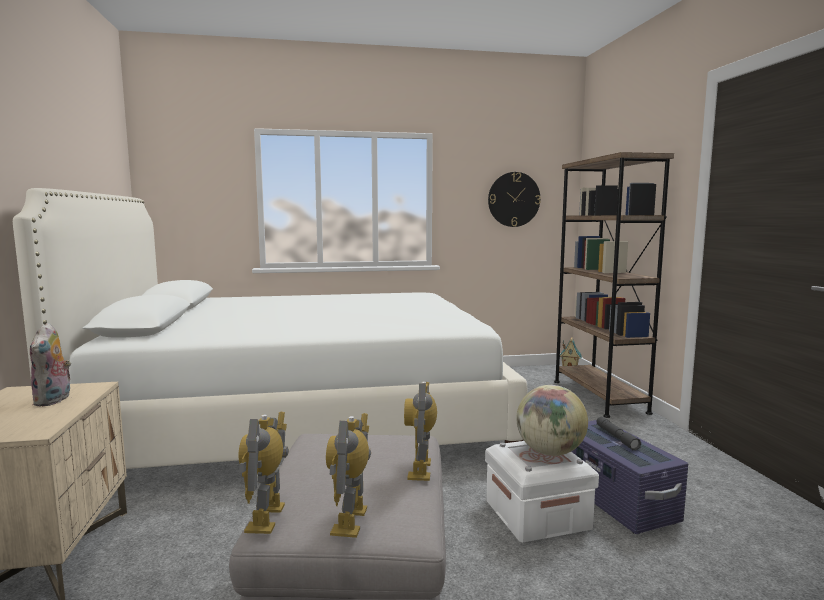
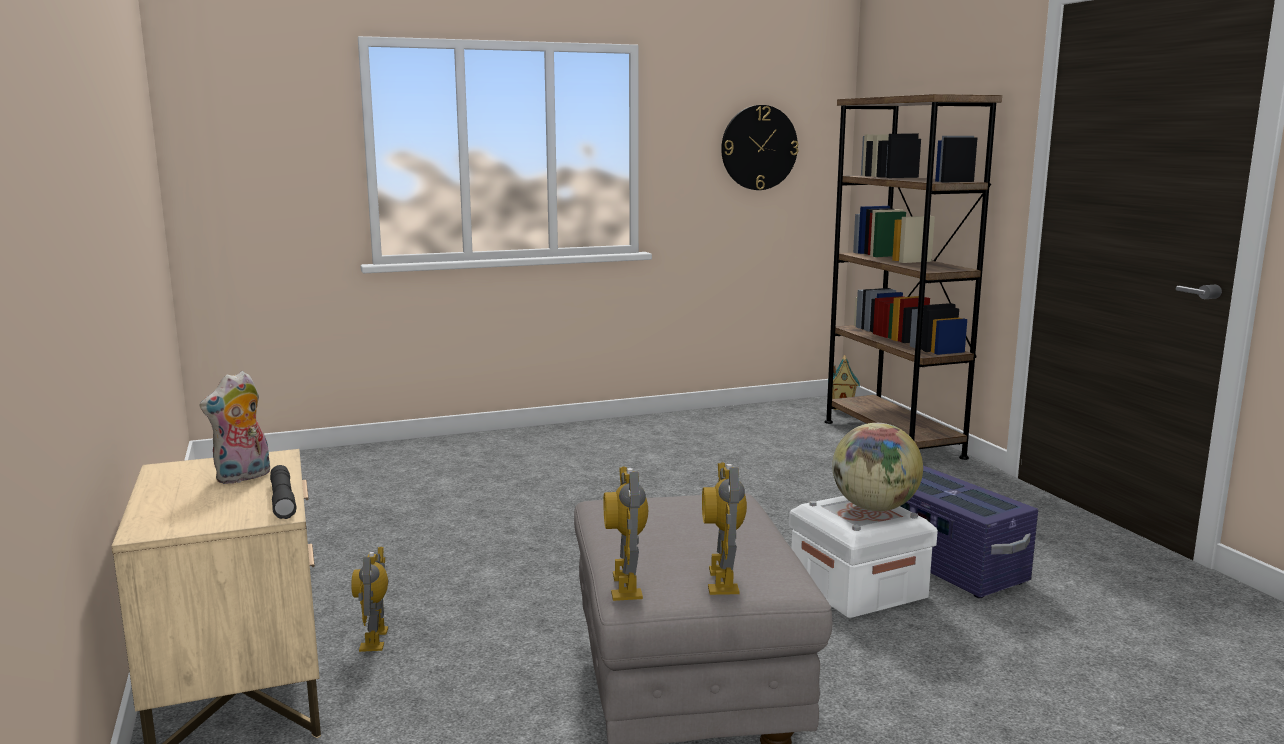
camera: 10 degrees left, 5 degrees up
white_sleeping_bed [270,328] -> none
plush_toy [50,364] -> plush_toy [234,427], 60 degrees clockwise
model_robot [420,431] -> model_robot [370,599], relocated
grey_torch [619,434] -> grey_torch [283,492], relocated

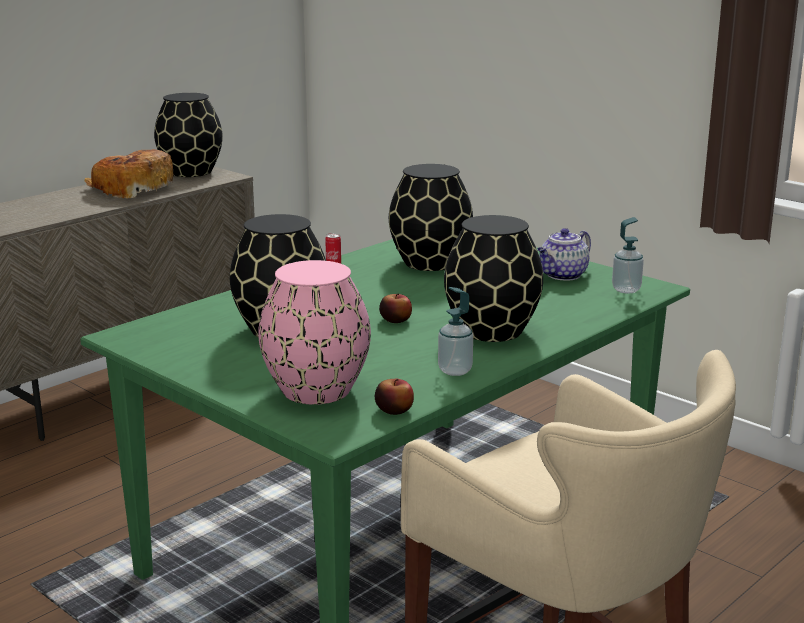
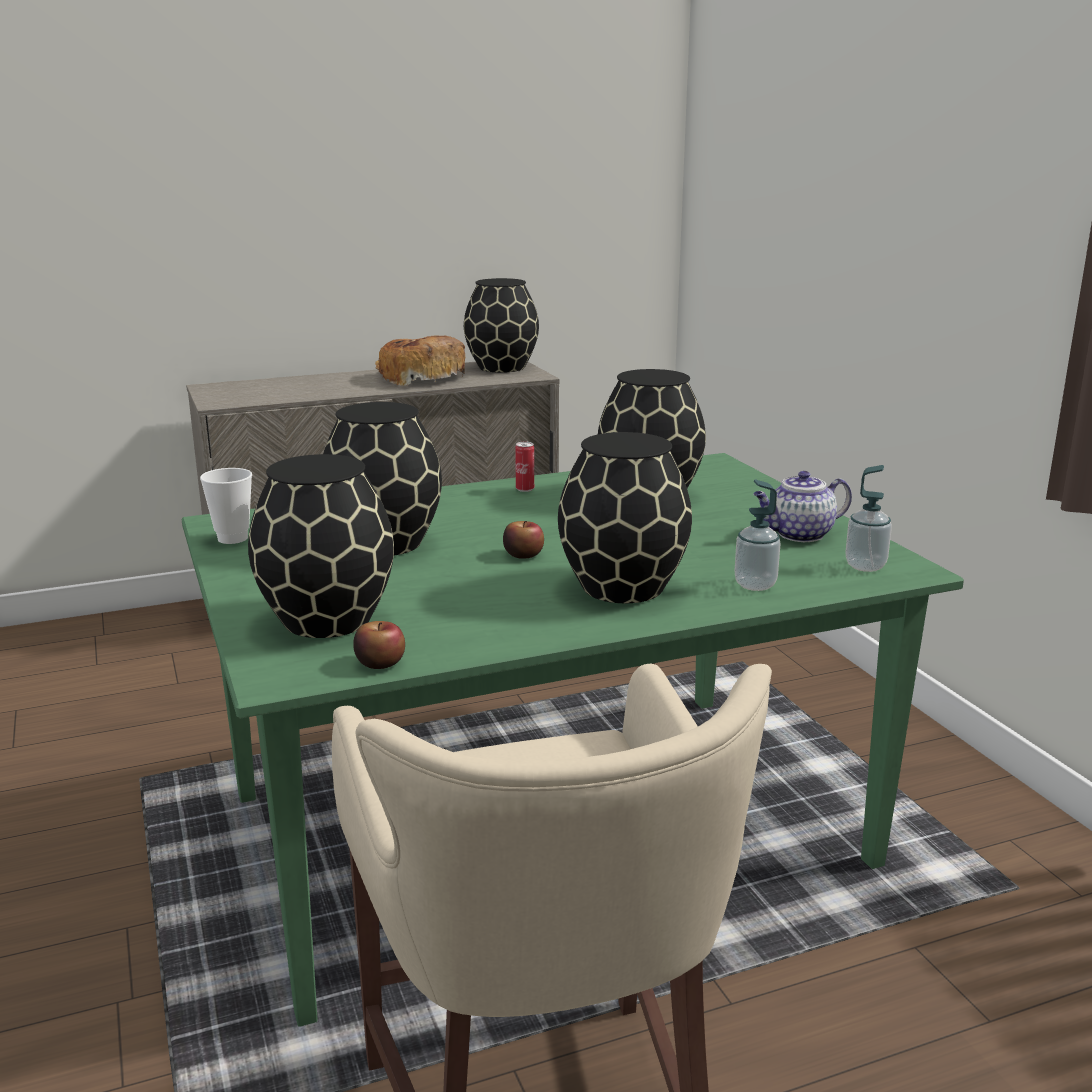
camera: 25 degrees right, 0 degrees up
pink-coloured_decorative_vase [314,332] -> black-coloured_decorative_vase [321,546]
soap_dispenser [455,331] -> soap_dispenser [758,535], relocated
none -> small_cup [226,506]

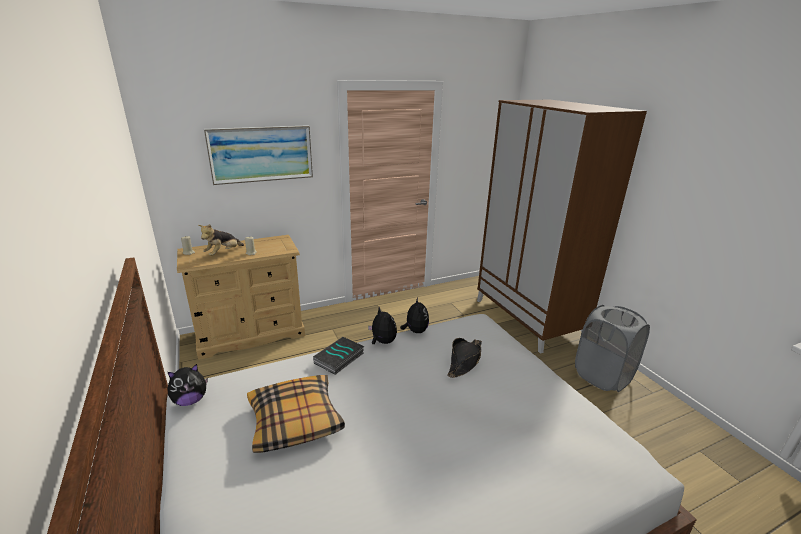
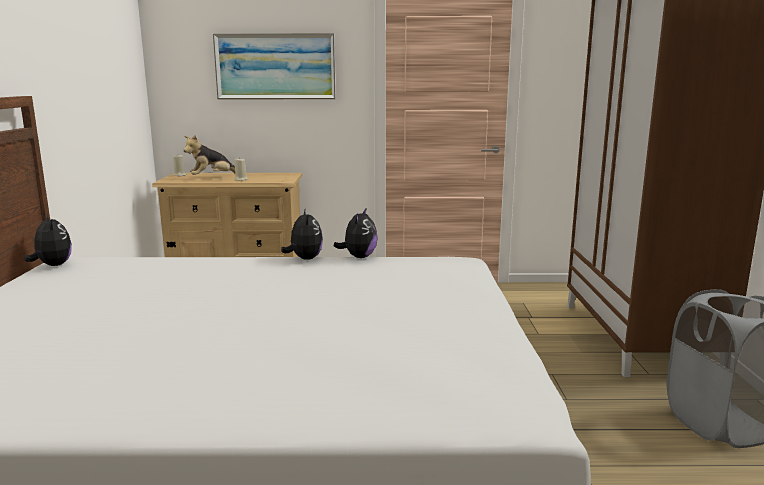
camera: 25 degrees right, 10 degrees down
plush_toy [188,385] -> plush_toy [48,240], 120 degrees counterclockwise
pillow [296,414] -> none
bound_book [338,356] -> none
black-coloured_hat [464,358] -> none

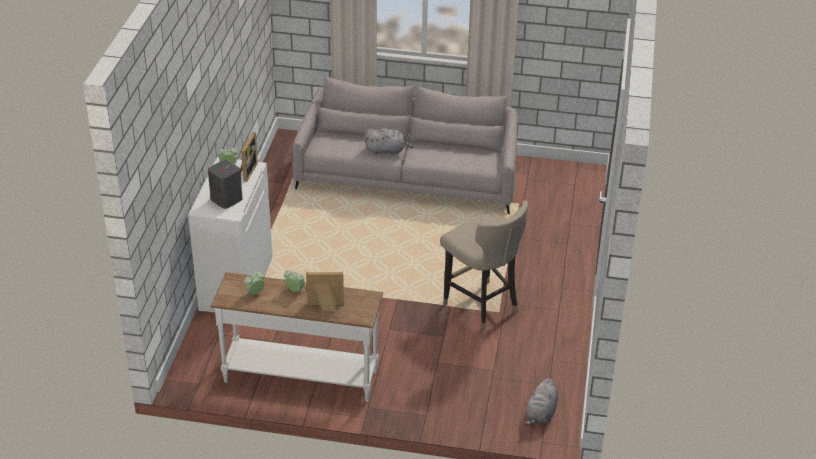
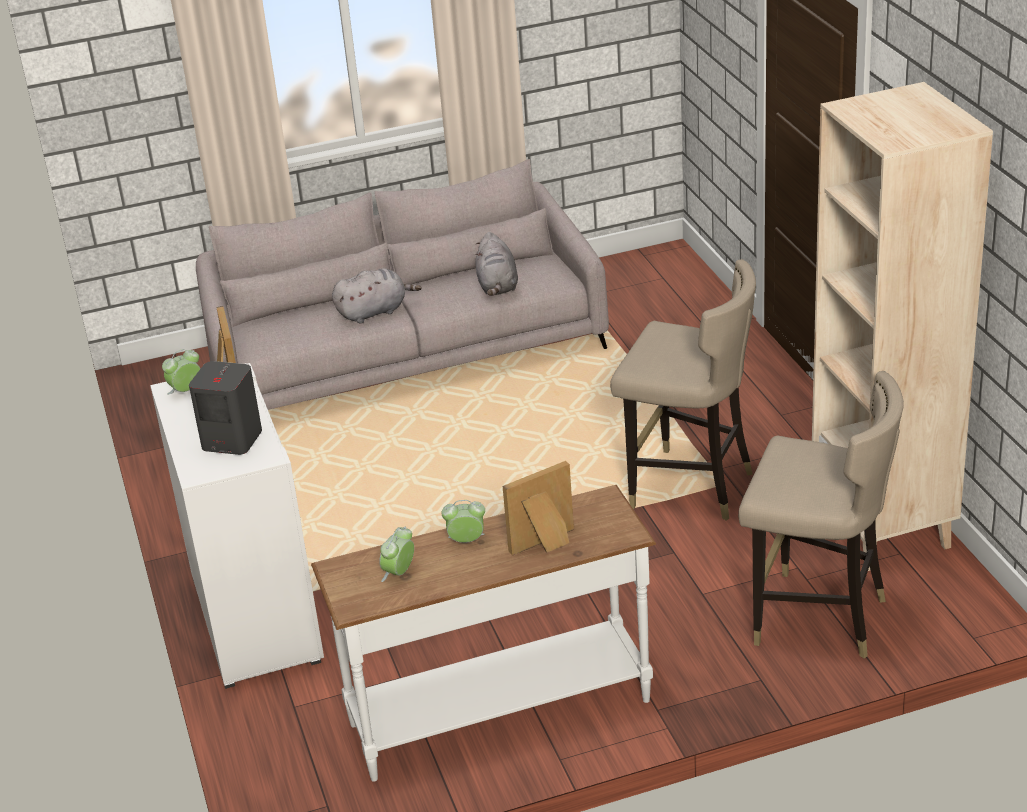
camera: 25 degrees left, 5 degrees down
grey_plush_toy [541,402] -> grey_plush_toy [496,264], relocated
none -> sand-coloured_stool [821,515]
none -> sand-coloured_shelving_unit [902,326]

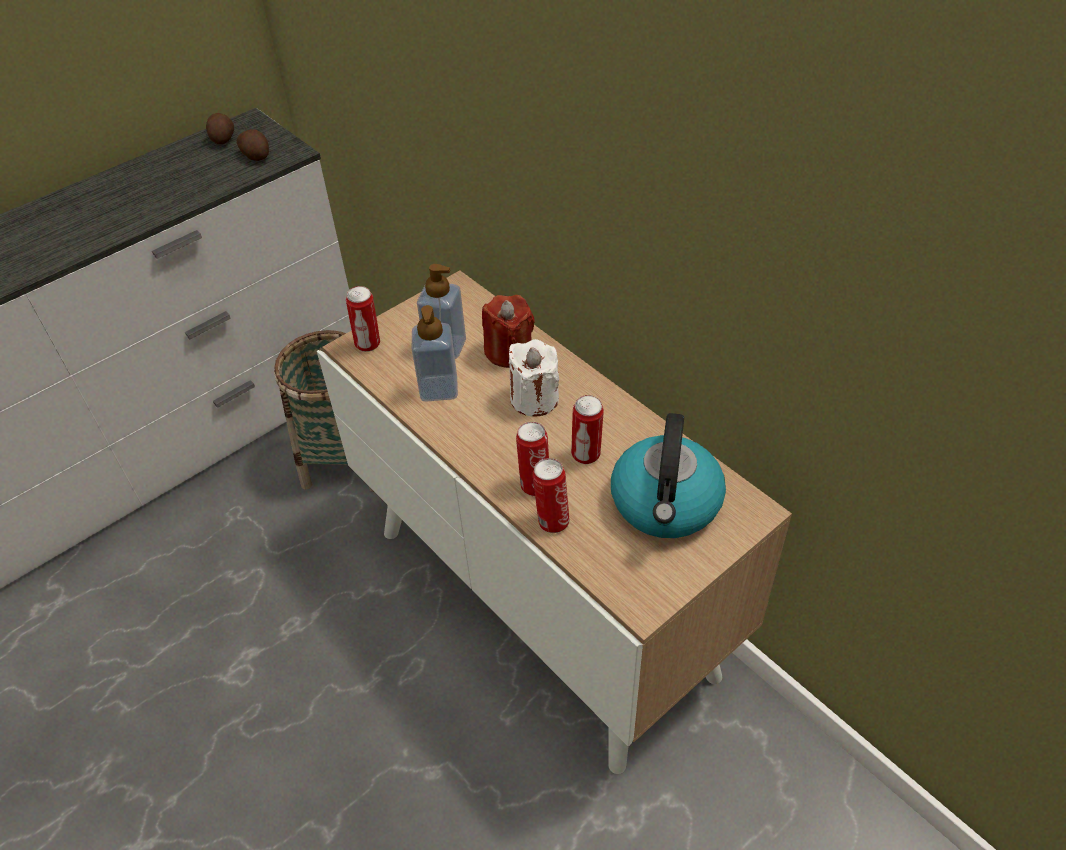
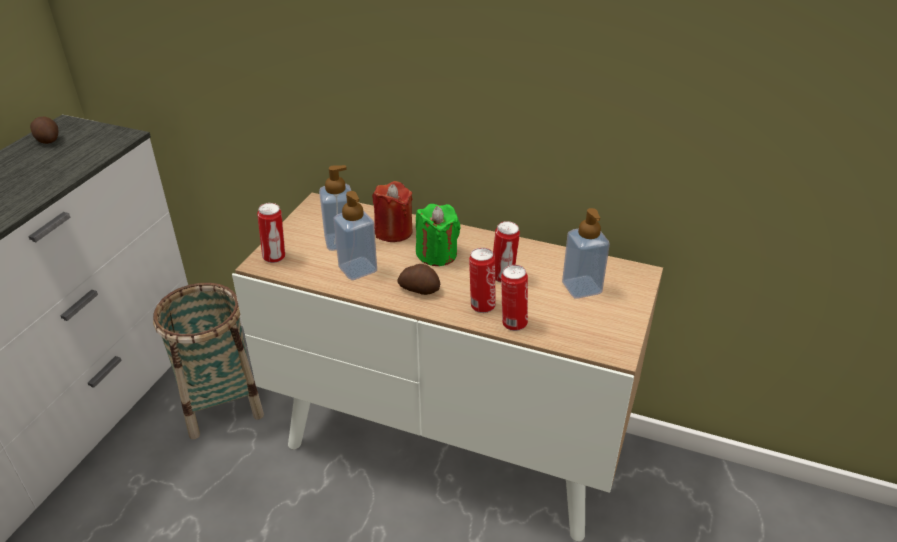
camera: 30 degrees left, 10 degrees down
spud [253,145] -> spud [419,279], relocated
white_wax_light [534,378] -> green_wax_light [438,235]
water_kettle [668,475] -> soap_dispenser [586,253]

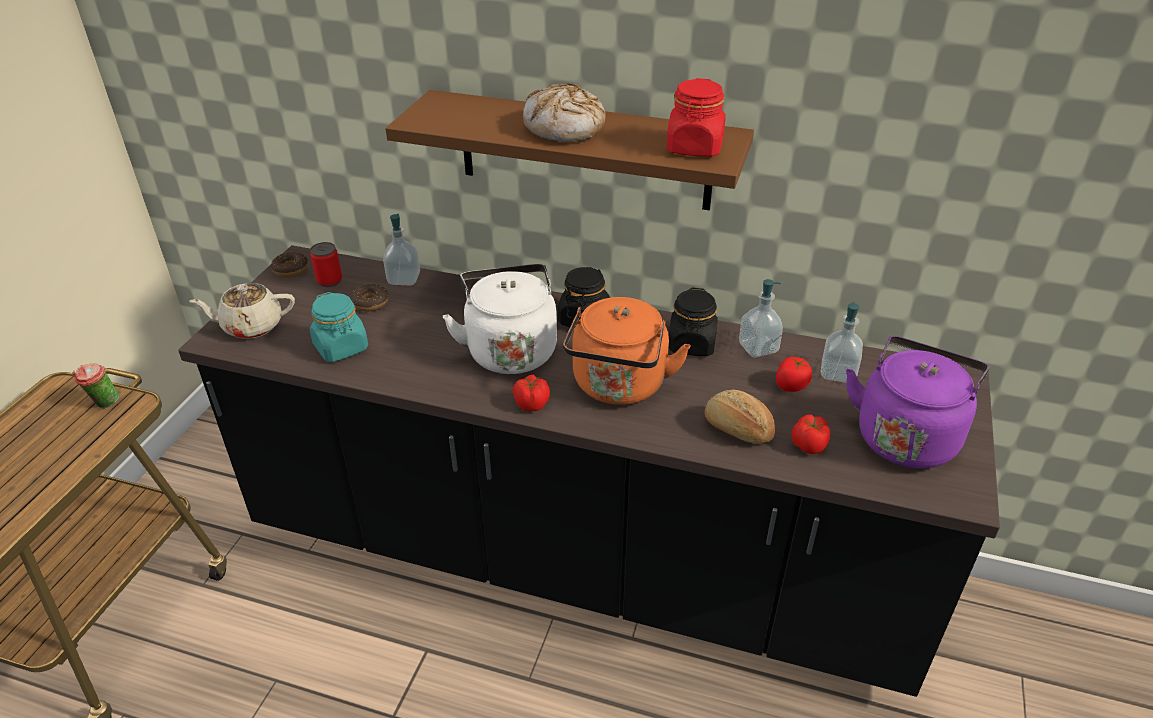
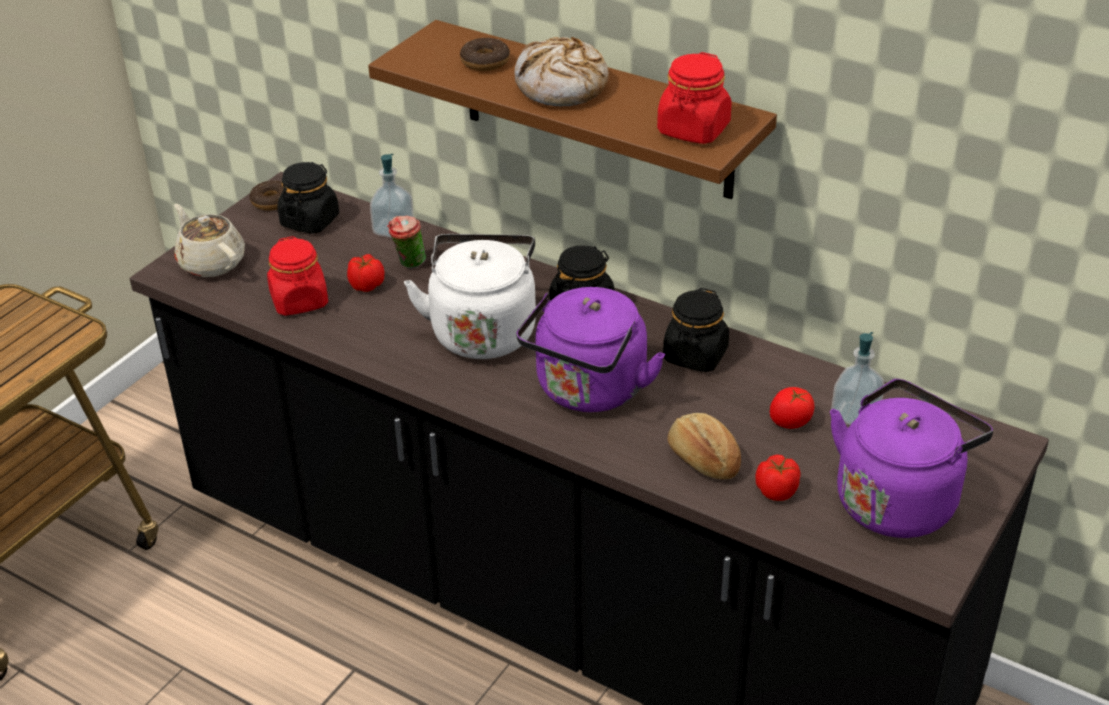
camera: 15 degrees right, 0 degrees up
small_cup [95,386] -> small_cup [406,242], relocated
sand-coloured_tea_pot [242,311] -> sand-coloured_tea_pot [209,240], 45 degrees clockwise
sealed_can [326,264] -> black-coloured_preserve_jar [308,198]
blue-green_preserve_jar [339,327] -> red-coloured_preserve_jar [297,276]
donut [369,297] -> donut [485,54], relocated
whole_tomato [531,392] -> whole_tomato [365,273], relocated
orange-coloured_water_kettle [627,351] -> purplish_water_kettle [590,349]
soap_dispenser [761,318] -> none

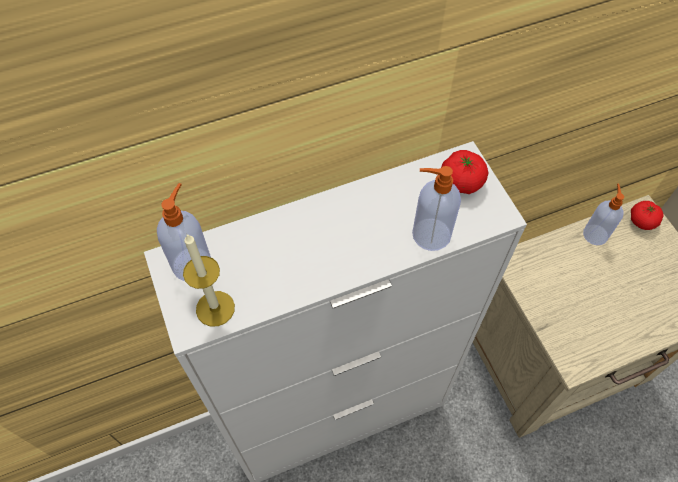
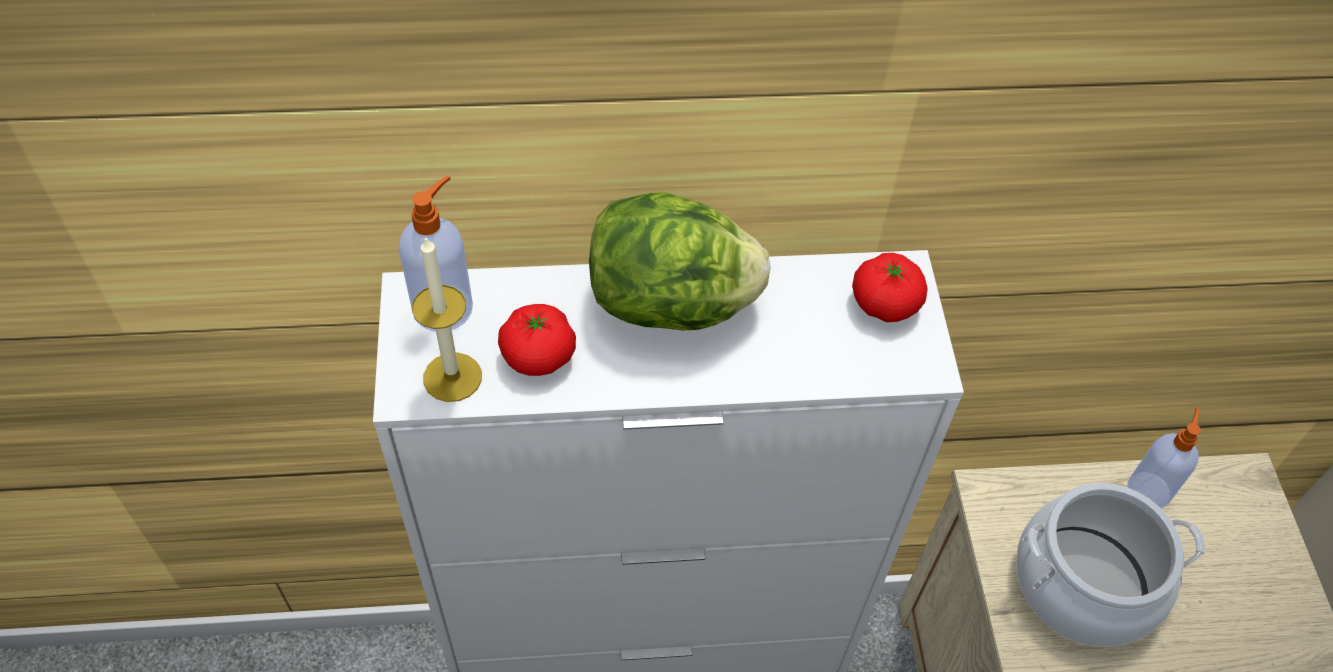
camera: 15 degrees right, 5 degrees down
soap_dispenser [436,208] -> none
whole_tomato [647,215] -> whole_tomato [537,340], relocated
none -> head_of_lettuce [679,261]
none -> cooking_pot [1110,565]

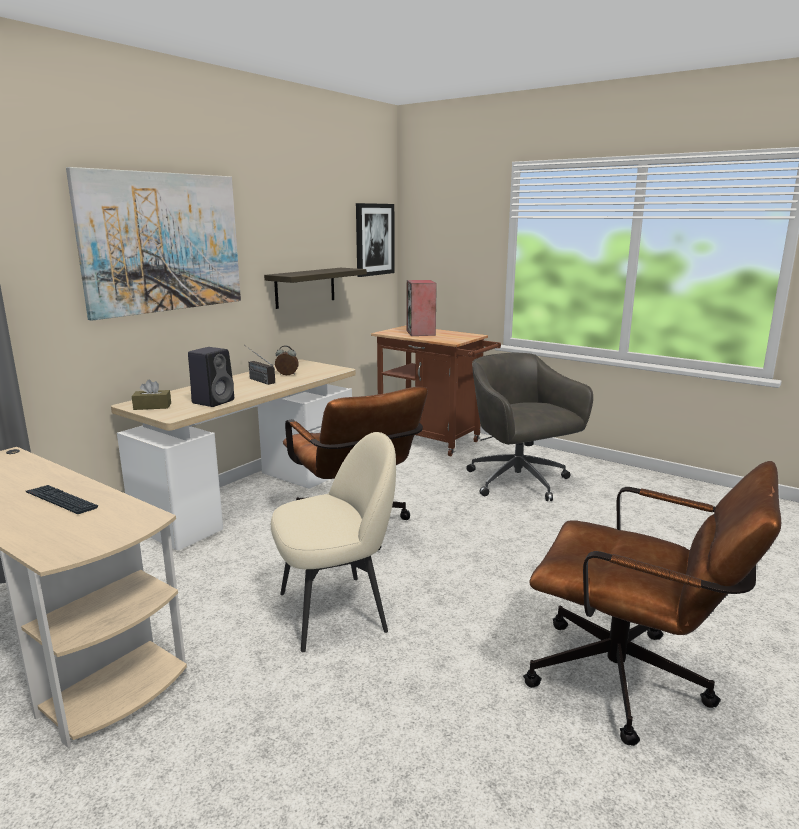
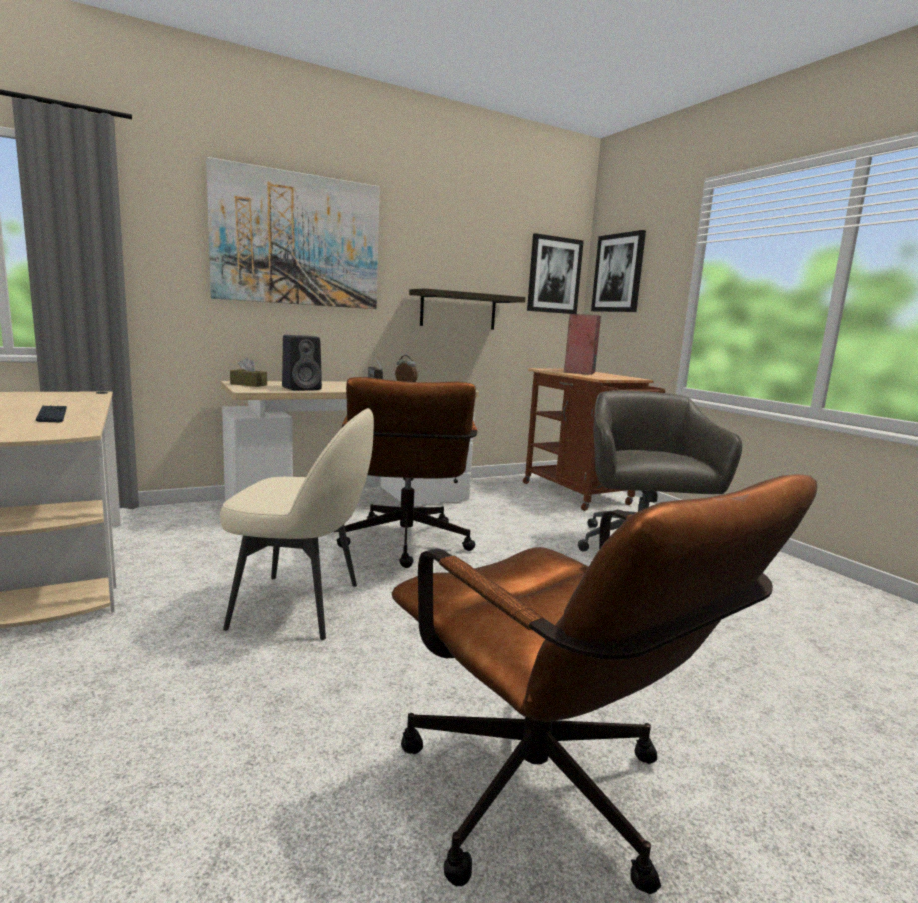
camera: 25 degrees right, 5 degrees down
none -> wall_art [618,271]

